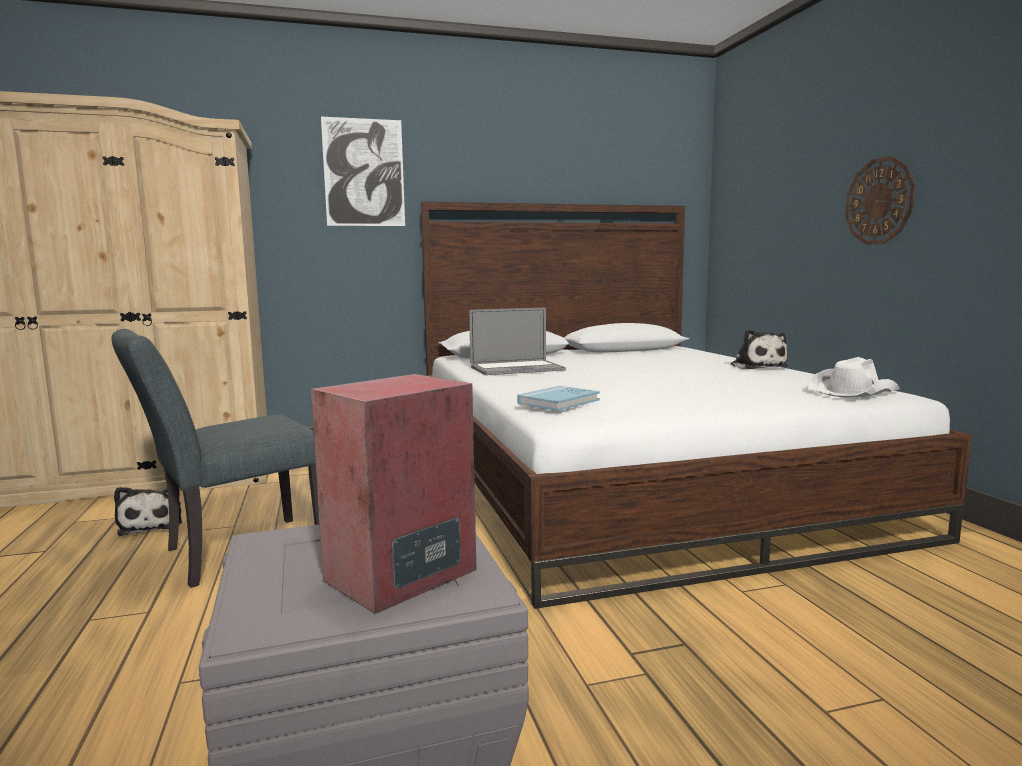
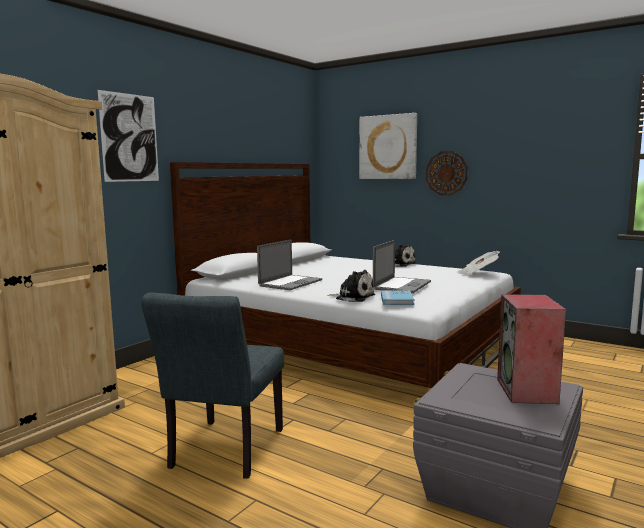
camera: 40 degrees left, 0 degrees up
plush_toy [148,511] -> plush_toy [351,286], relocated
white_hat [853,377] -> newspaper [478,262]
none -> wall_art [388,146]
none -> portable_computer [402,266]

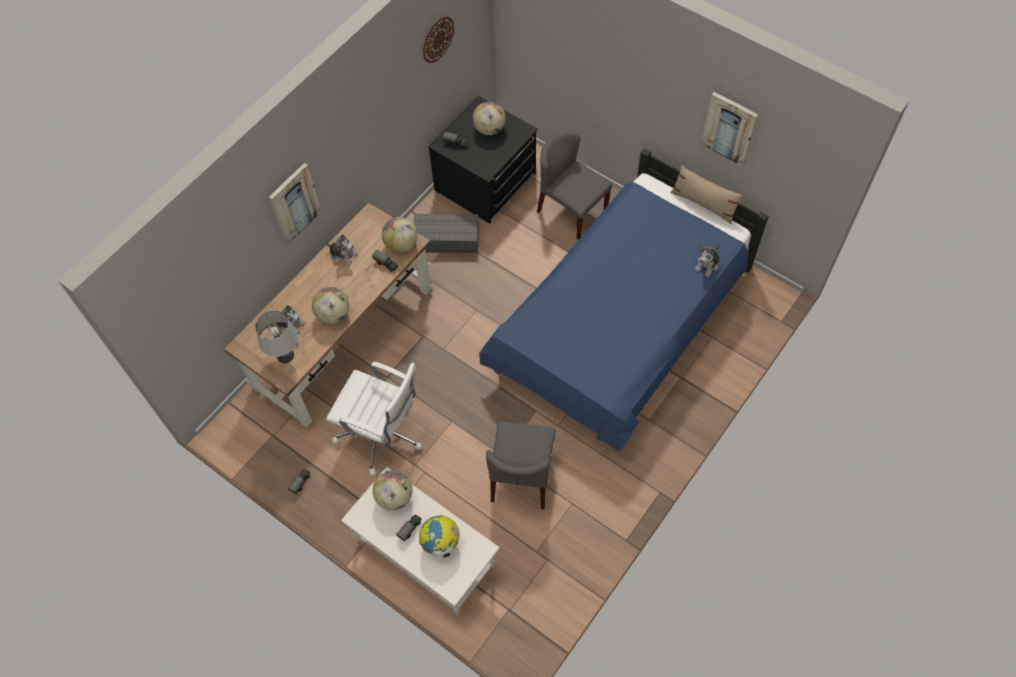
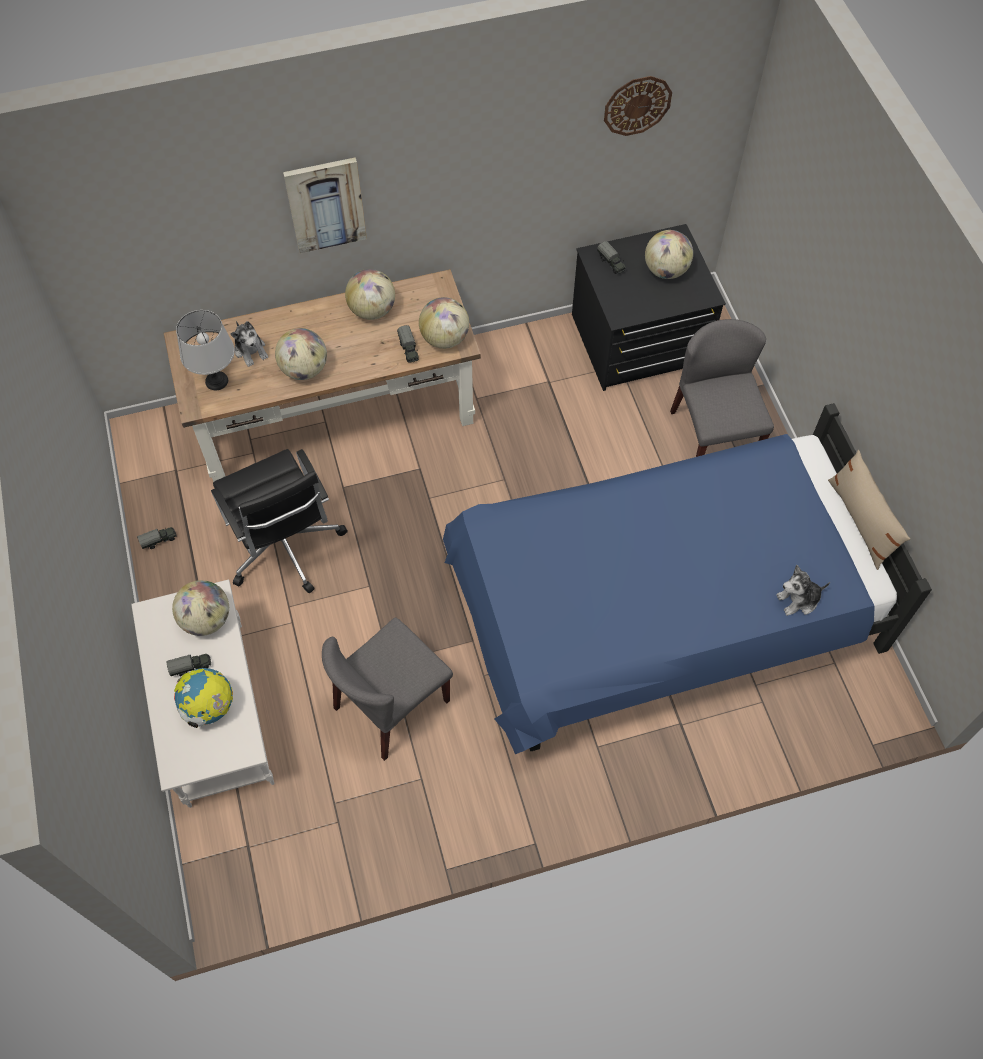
camera: 35 degrees right, 0 degrees up
plush_toy [341,249] -> desk_globe [370,294]
white_computer_chair [374,418] -> black-coloured_computer_chair [279,521]
grey_storage_container [446,233] -> none
wall_art [730,129] -> none

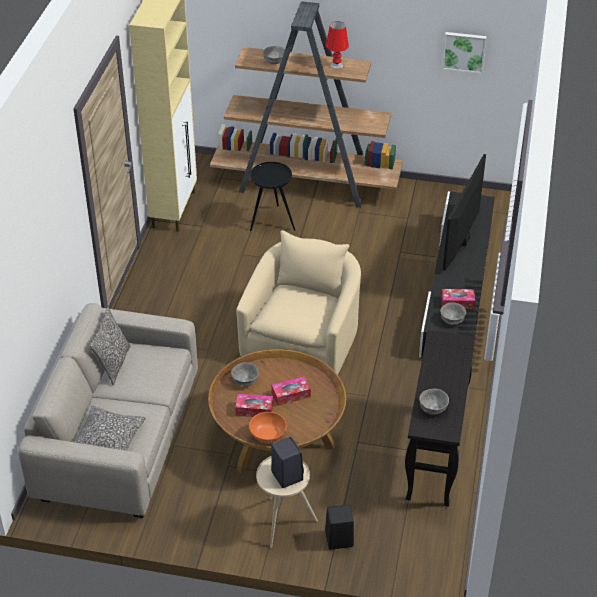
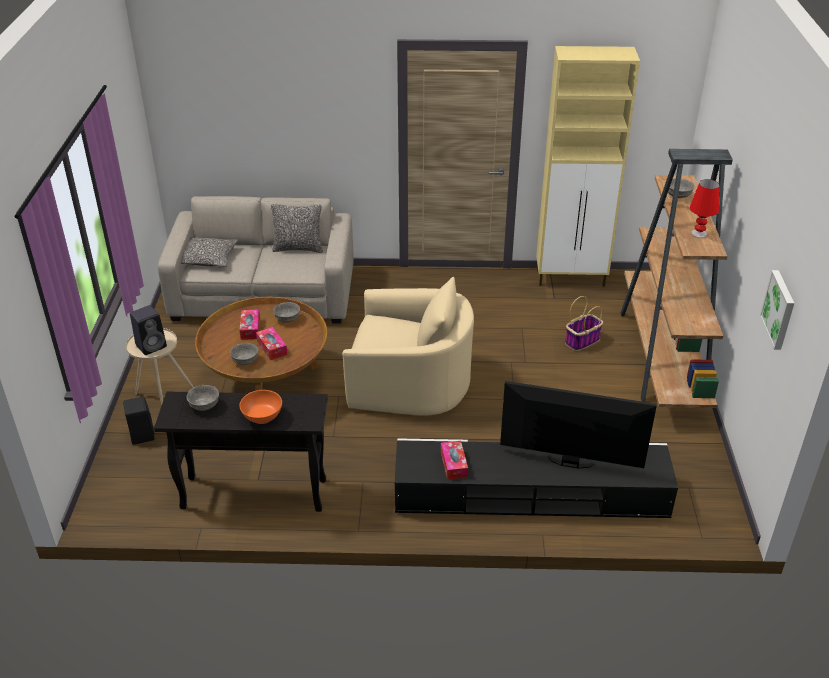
camera: 80 degrees right, 5 degrees down
orange-coloured_serving_bowl [268,427] -> orange-coloured_serving_bowl [260,407], relocated
black-coloured_side_table [272,196] -> household_basket [584,323]
grey_serving_bowl [453,313] -> grey_serving_bowl [244,354], relocated

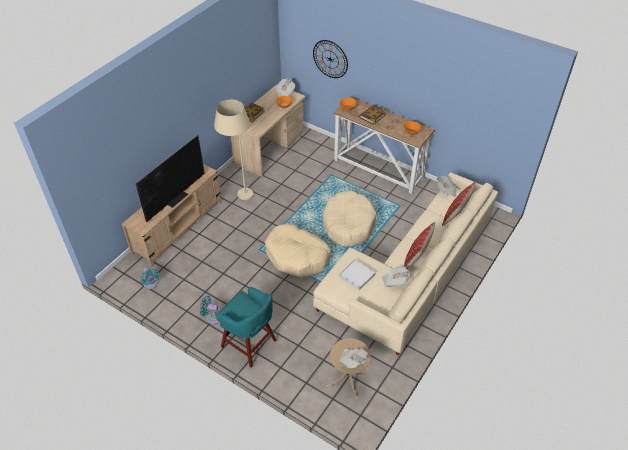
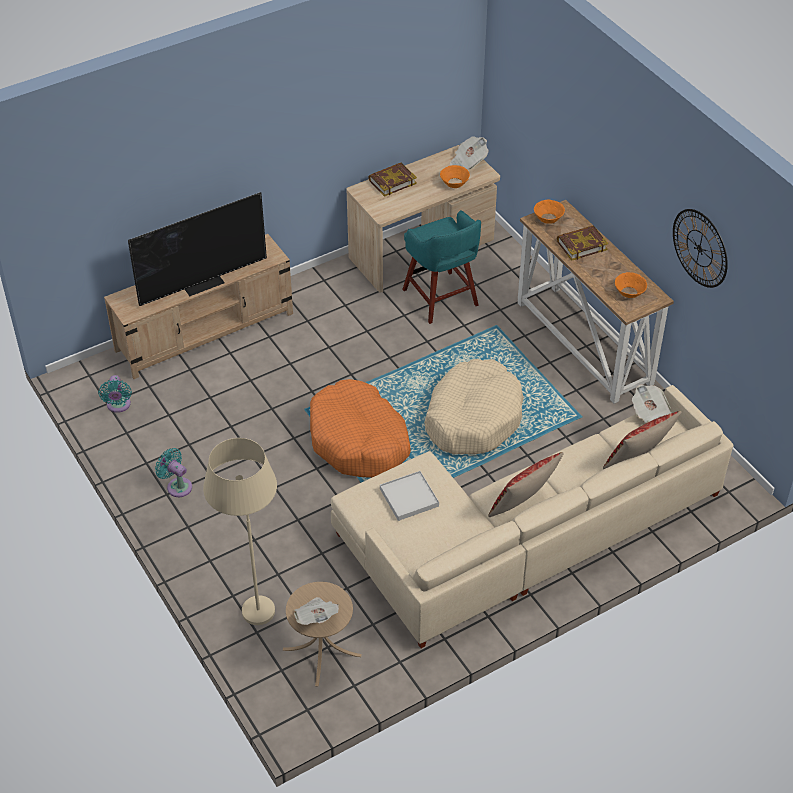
camera: 25 degrees right, 0 degrees up
sand-coloured_floor_lamp [234,150] -> sand-coloured_floor_lamp [240,531], relocated
blue-green_stool [246,327] -> blue-green_stool [441,267], relocated
sand-coloured_dog_bed [298,250] -> orange-coloured_dog_bed [360,428]
wall_clock [330,59] -> wall_clock [700,248], relocated
newspaper [396,277] -> none

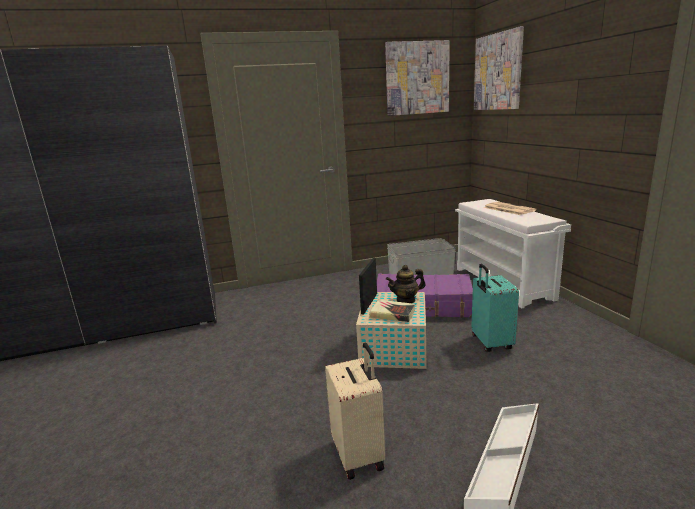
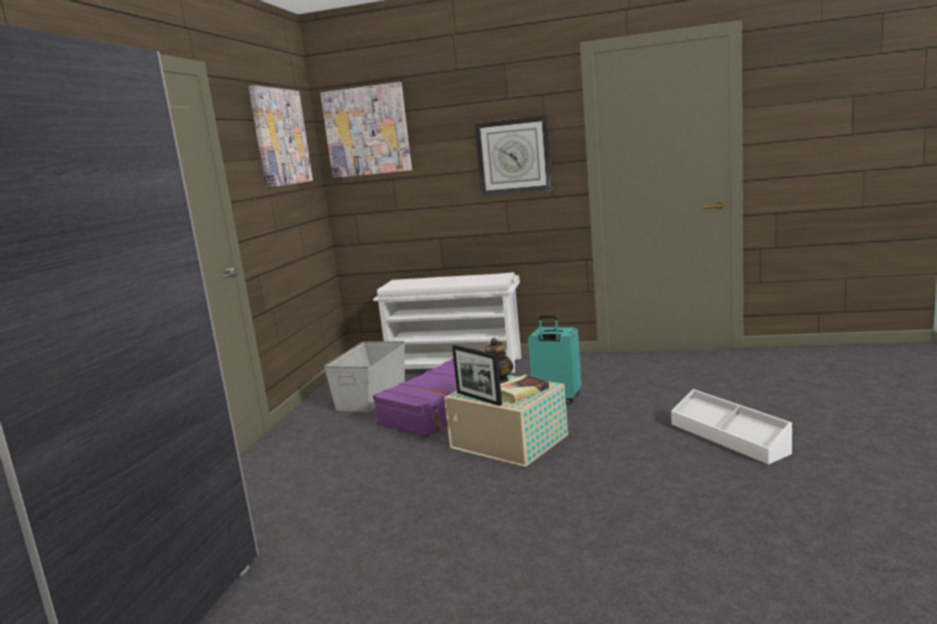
camera: 60 degrees left, 5 degrees down
sand-coloured_travel_case [355,411] -> none
newspaper [510,208] -> none
none -> wall_clock [513,155]

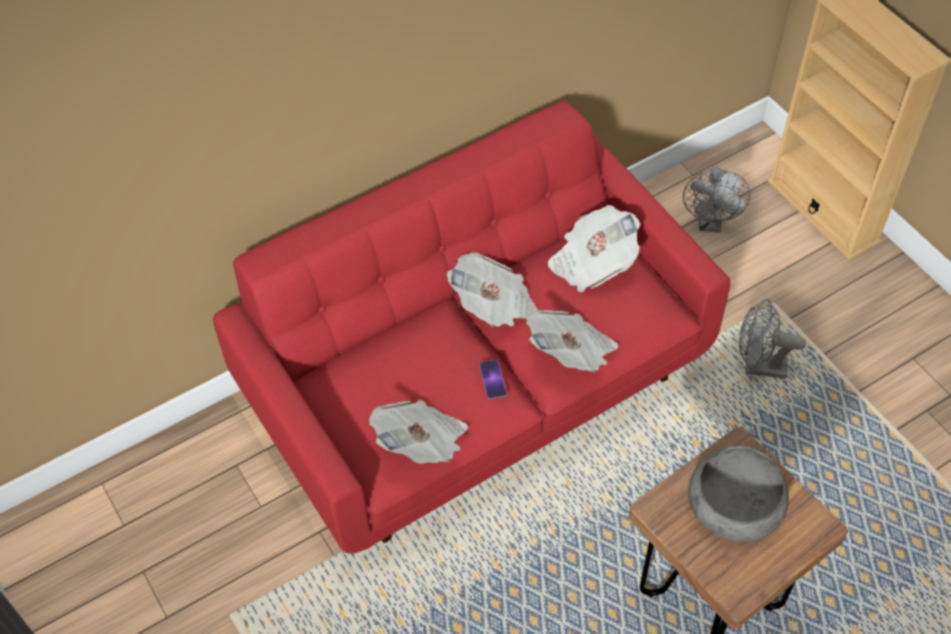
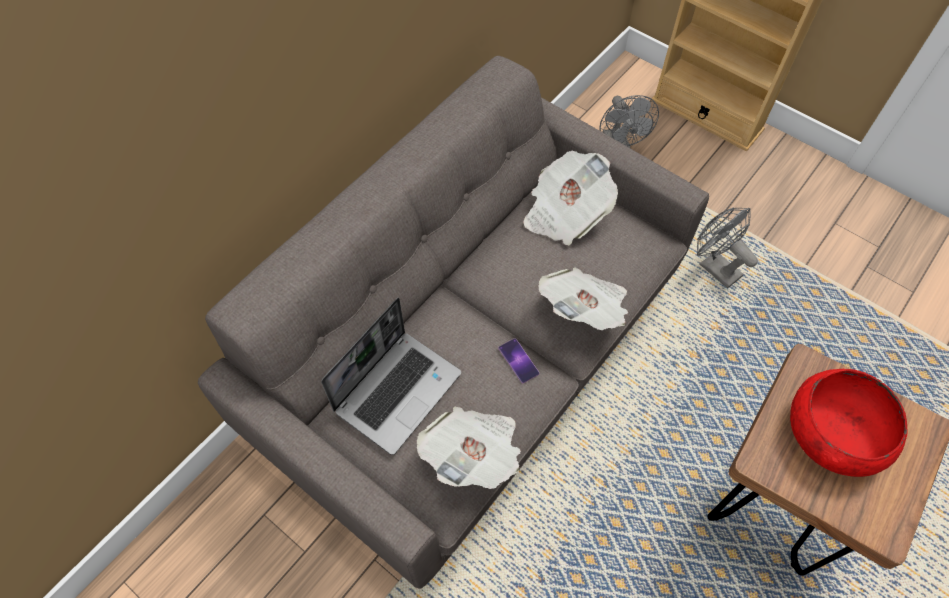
camera: 20 degrees left, 5 degrees up
red-coloured_couch [471,327] -> grey_couch [453,322]
newspaper [492,290] -> none
grey_serving_bowl [738,494] -> red-coloured_serving_bowl [849,423]
grey_cooling_fan [772,339] -> grey_cooling_fan [727,248], 60 degrees clockwise
none -> portable_computer [391,376]

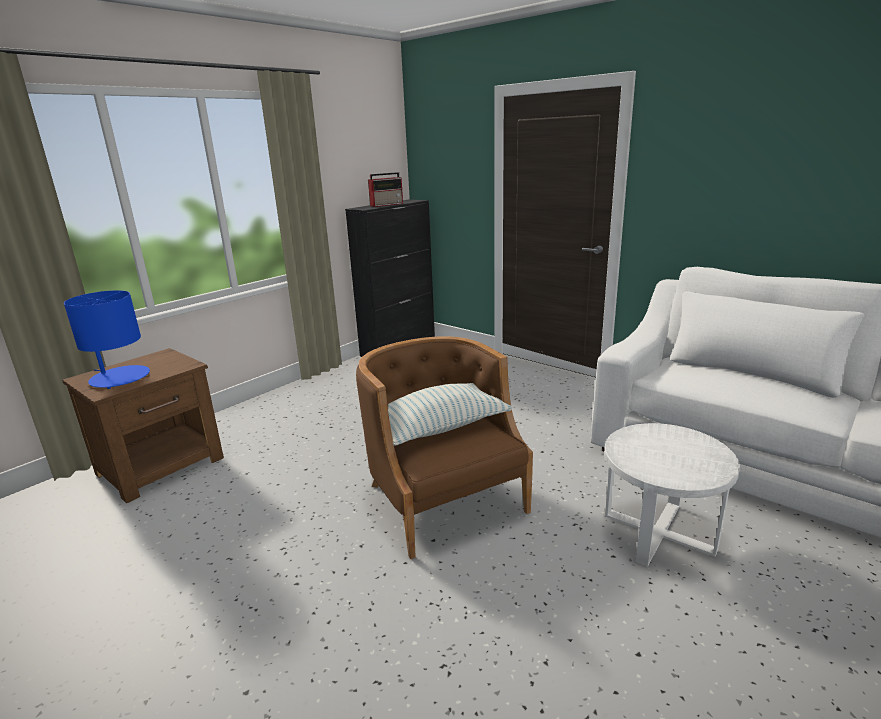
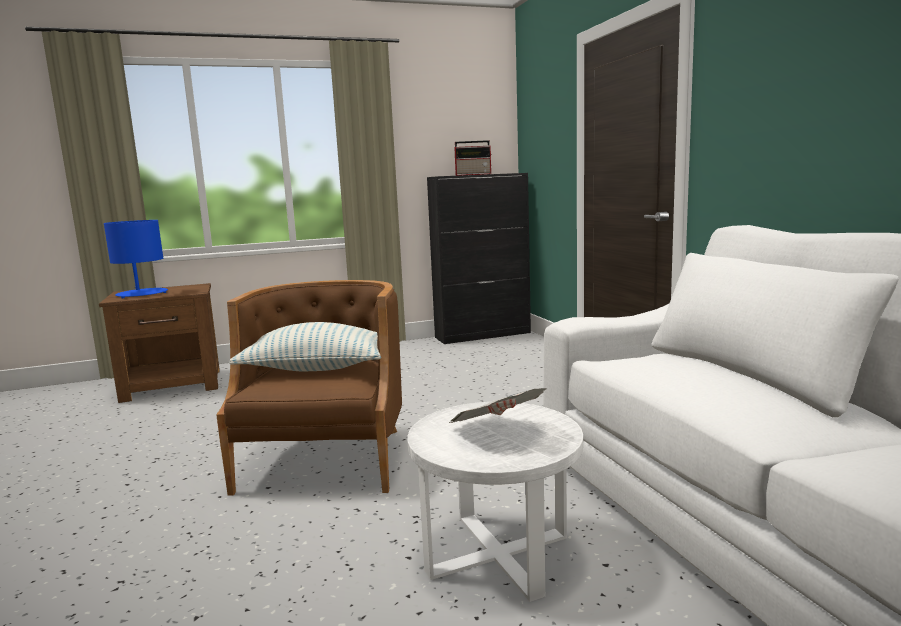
camera: 30 degrees right, 10 degrees down
none -> newspaper [497,405]

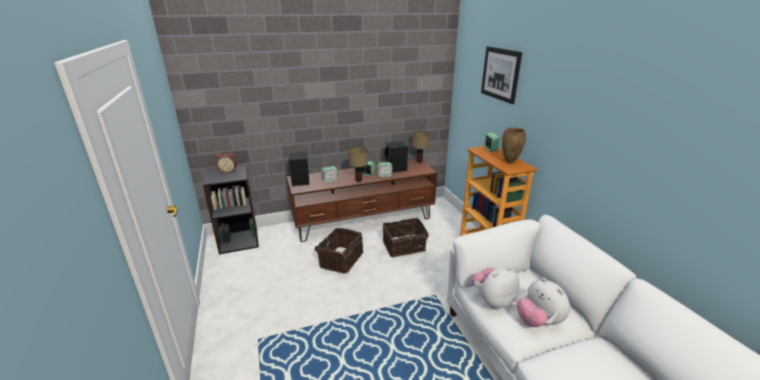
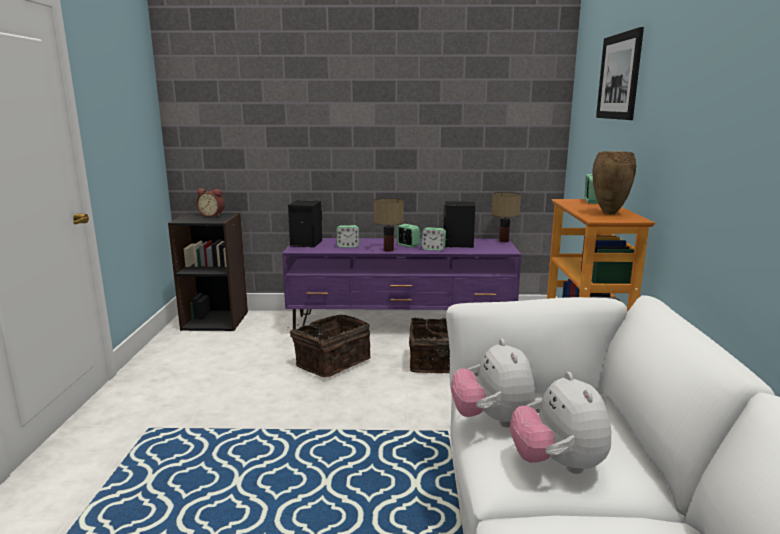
camera: 20 degrees right, 10 degrees down
brownish_tv_unit [362,201] -> purplish_tv_unit [401,283]
plush_toy [496,288] -> plush_toy [493,383], 90 degrees counterclockwise

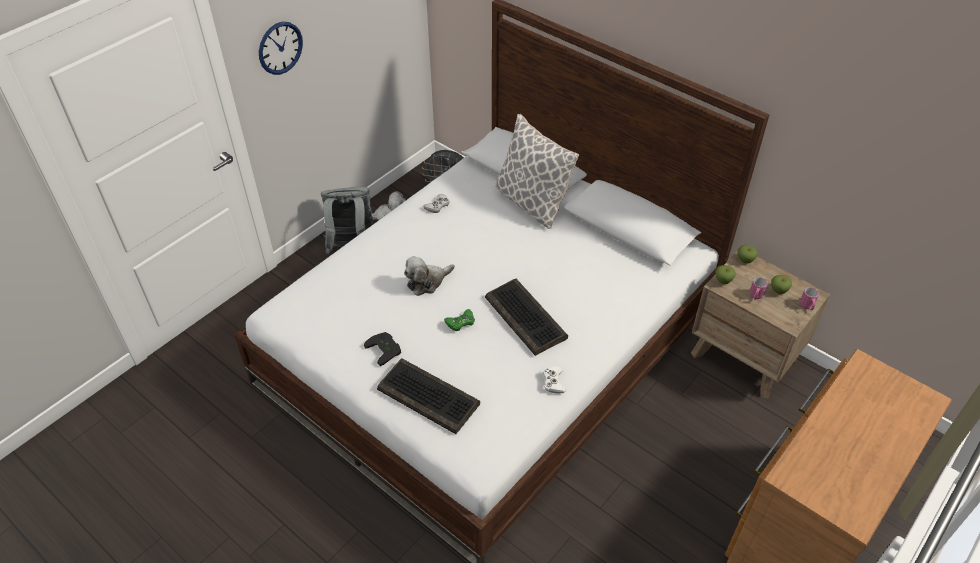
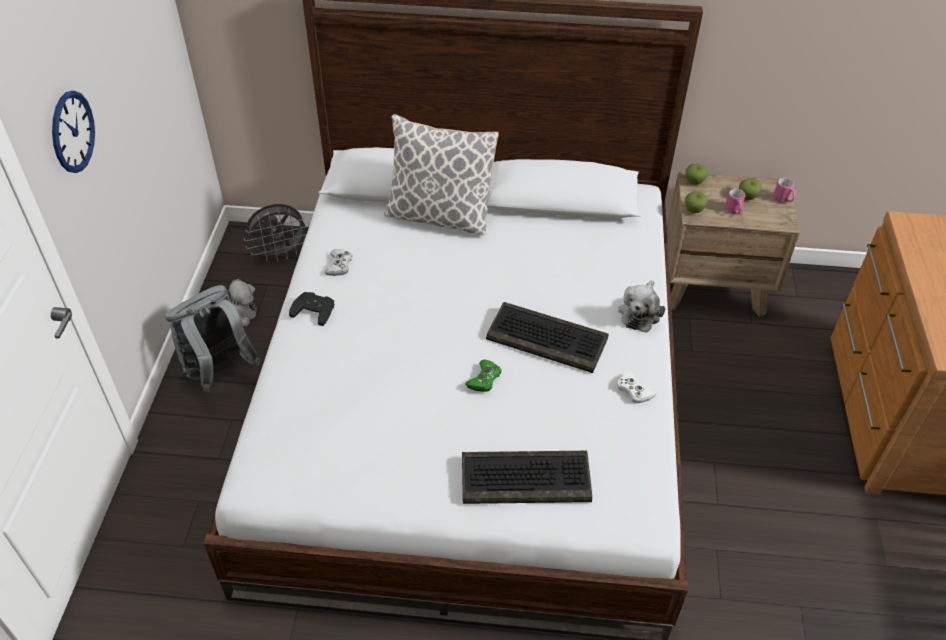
camera: 35 degrees left, 0 degrees up
black-coloured_game_controller [382,349] -> black-coloured_game_controller [311,309], relocated
plush_toy [429,276] -> plush_toy [641,306], relocated

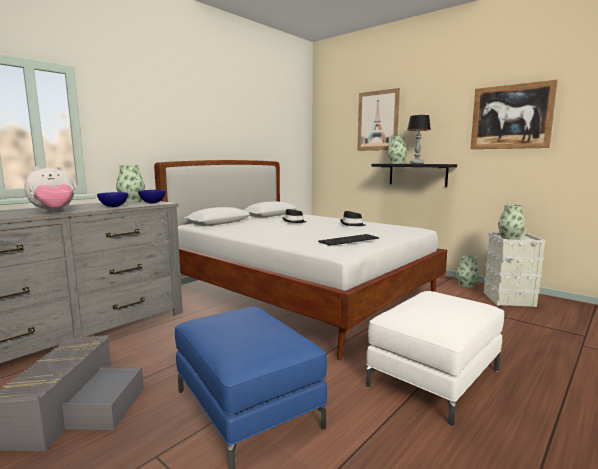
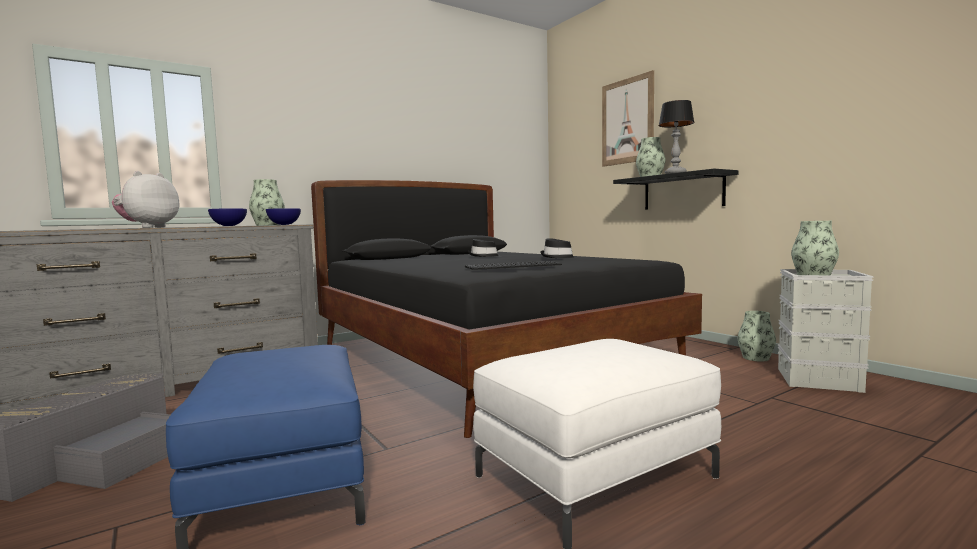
camera: 15 degrees right, 5 degrees down
plush_toy [49,189] -> plush_toy [146,199], 135 degrees clockwise
white_sleeping_bed [300,260] -> black-coloured_sleeping_bed [506,309]
wall_art [514,114] -> none

